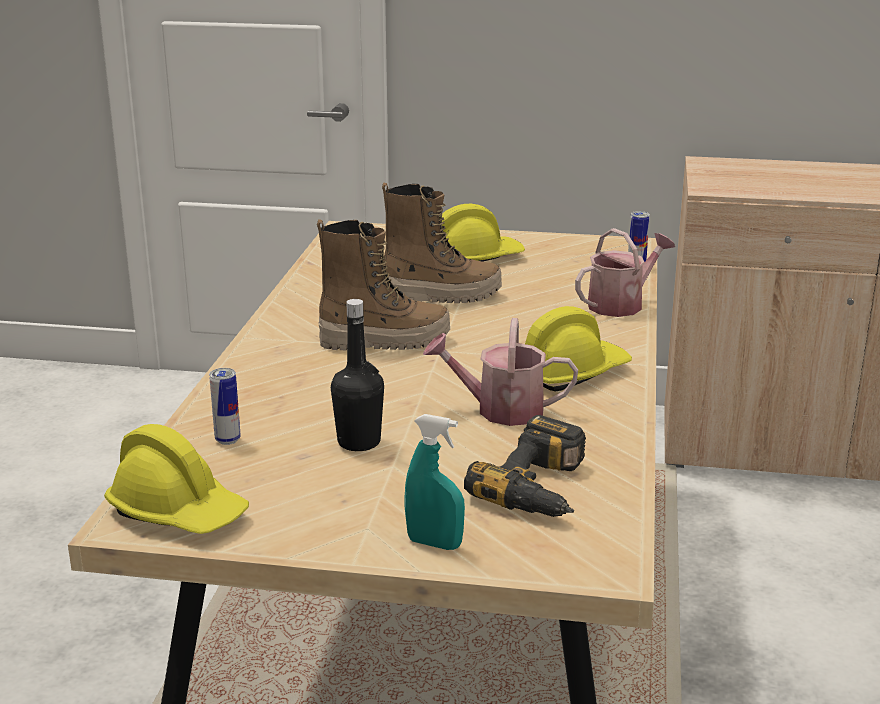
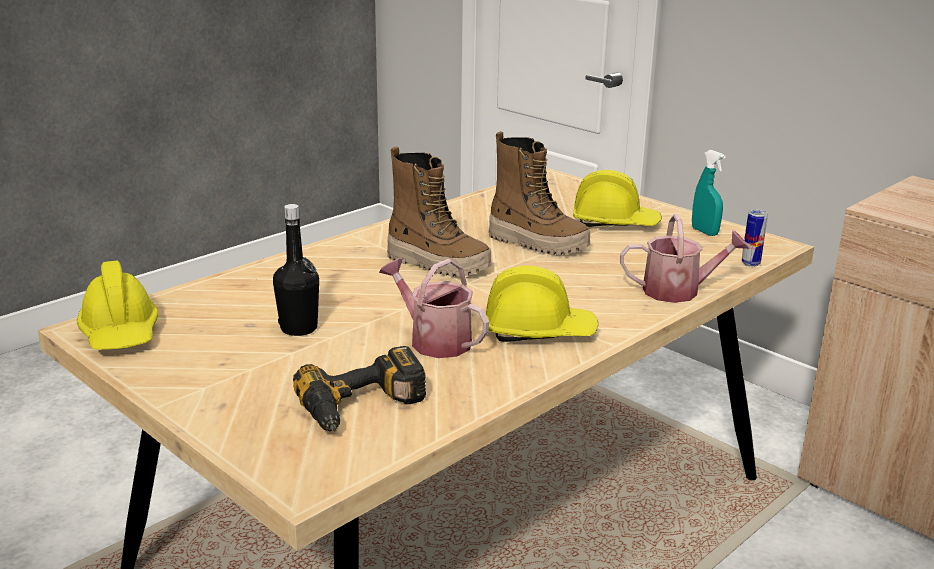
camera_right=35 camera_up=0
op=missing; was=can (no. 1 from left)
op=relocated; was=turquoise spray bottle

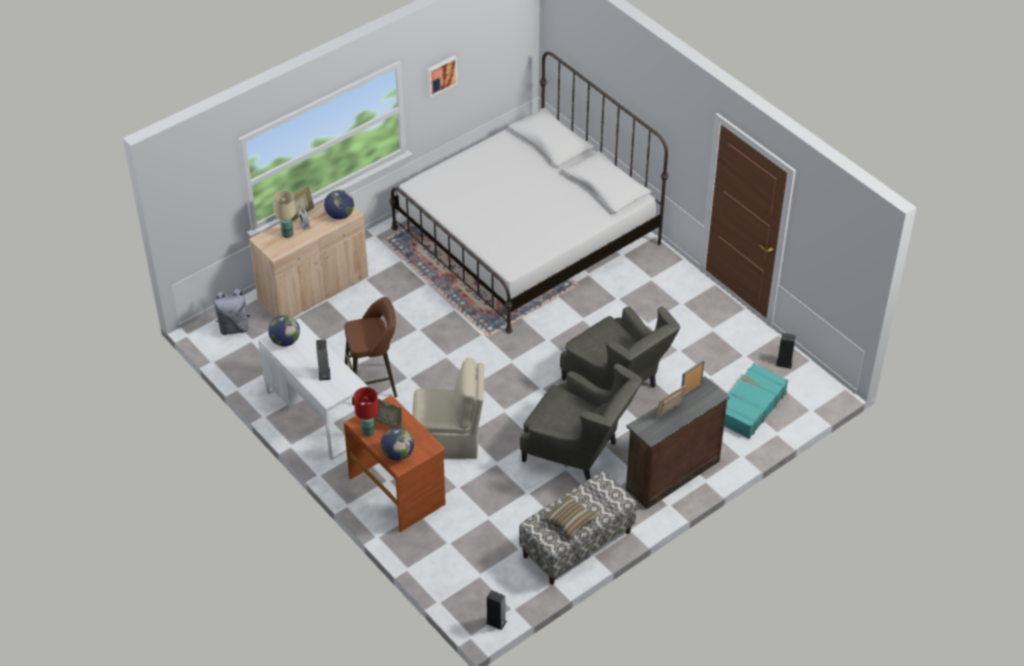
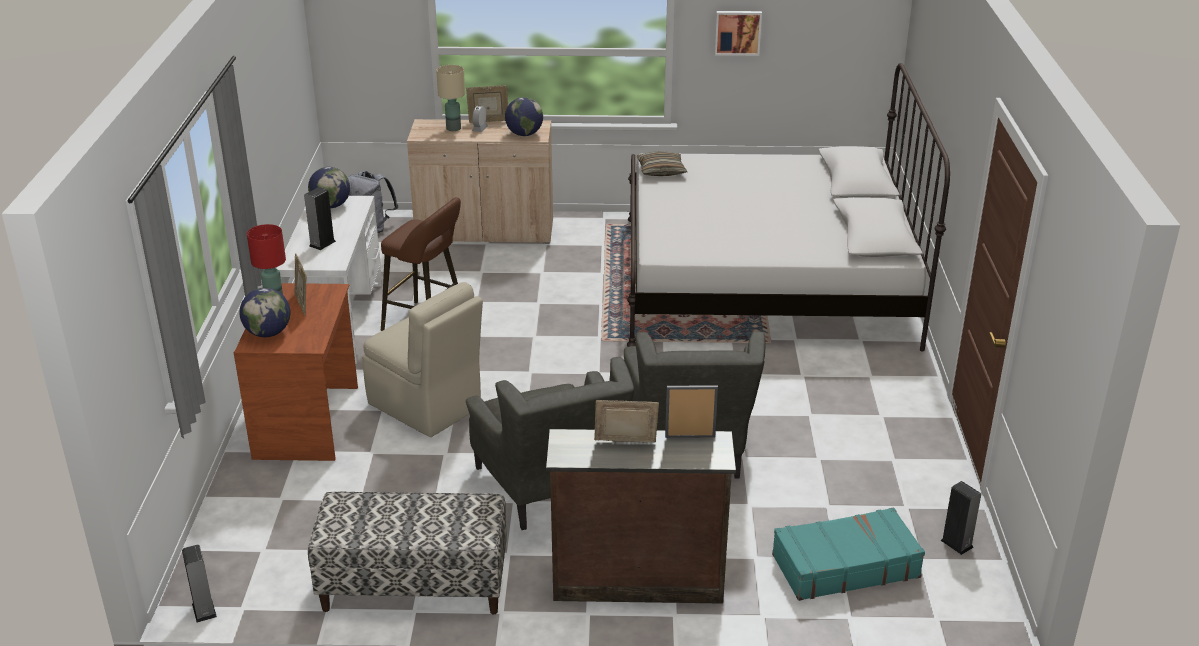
camera_right=40 camera_up=-15
op=relocated; was=pillow

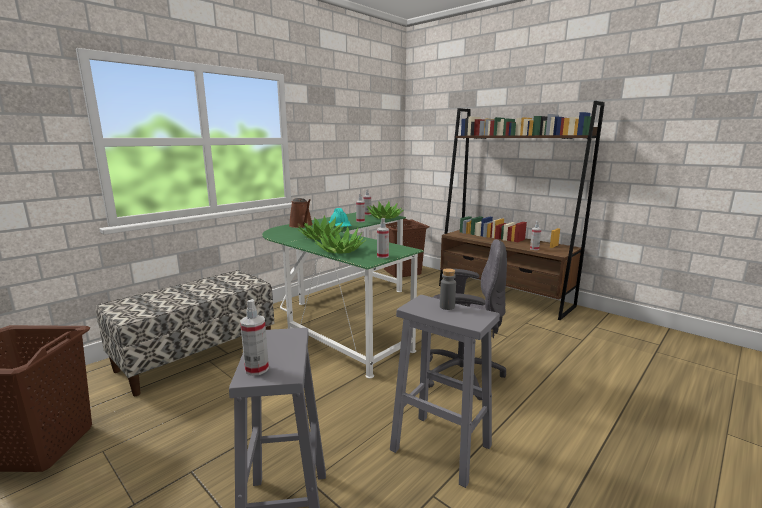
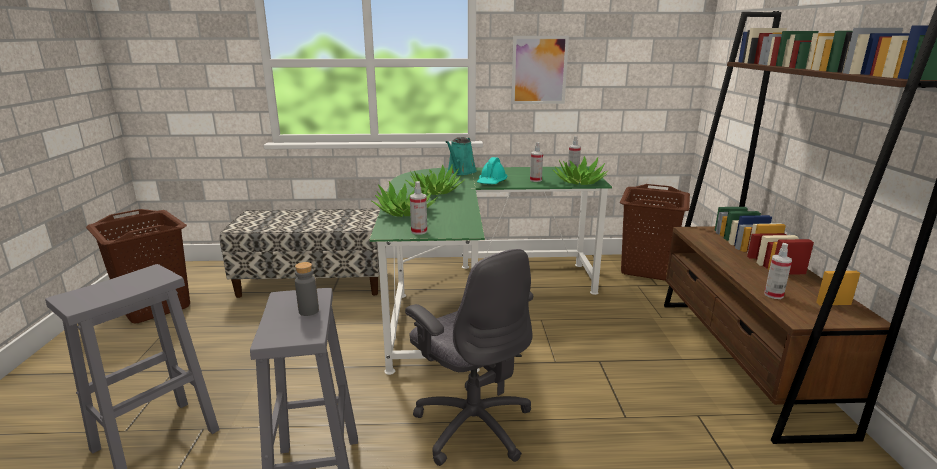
camera_right=45 camera_up=5
op=colour; was=brown watering can; now=turquoise watering can
op=missing; was=spray bottle (no. 1 from left)
op=appeared; now=picture

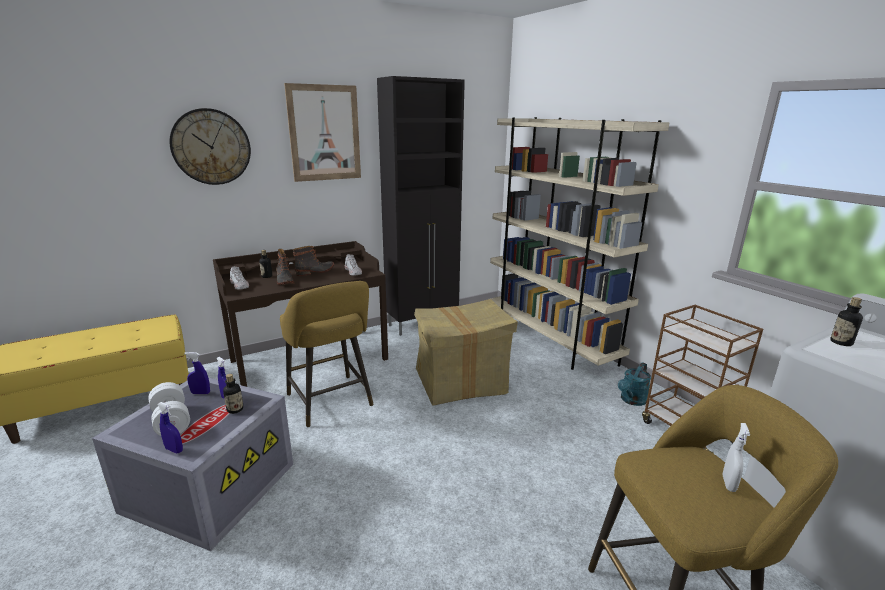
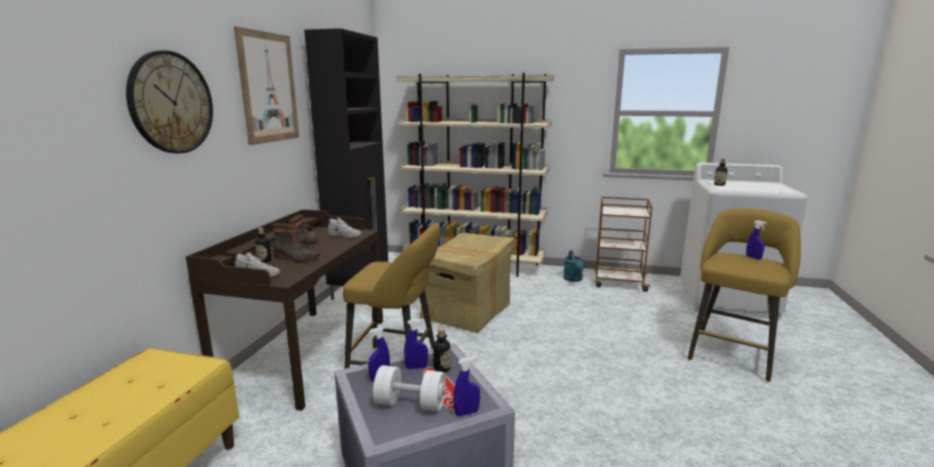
camera_right=-45 camera_up=-5
op=colour; was=white spray bottle; now=blue spray bottle (no. 4 from left)

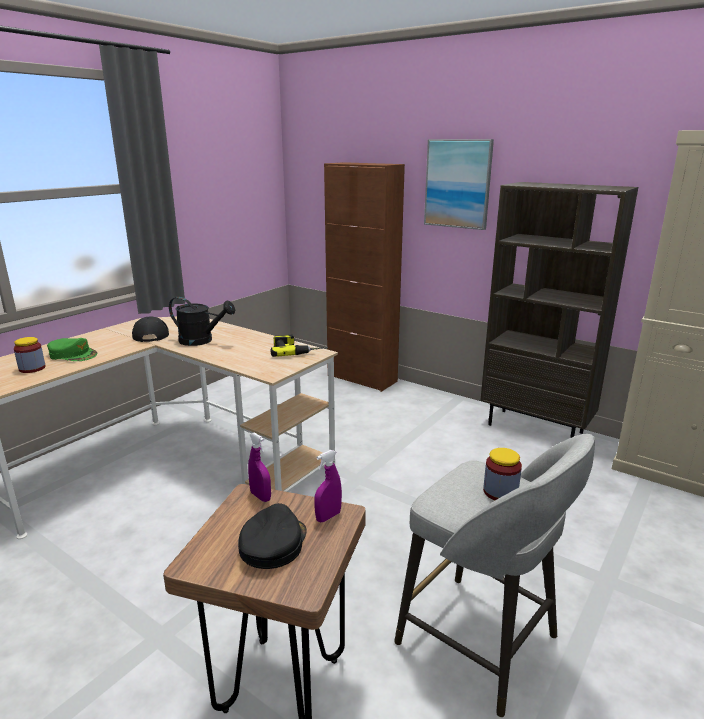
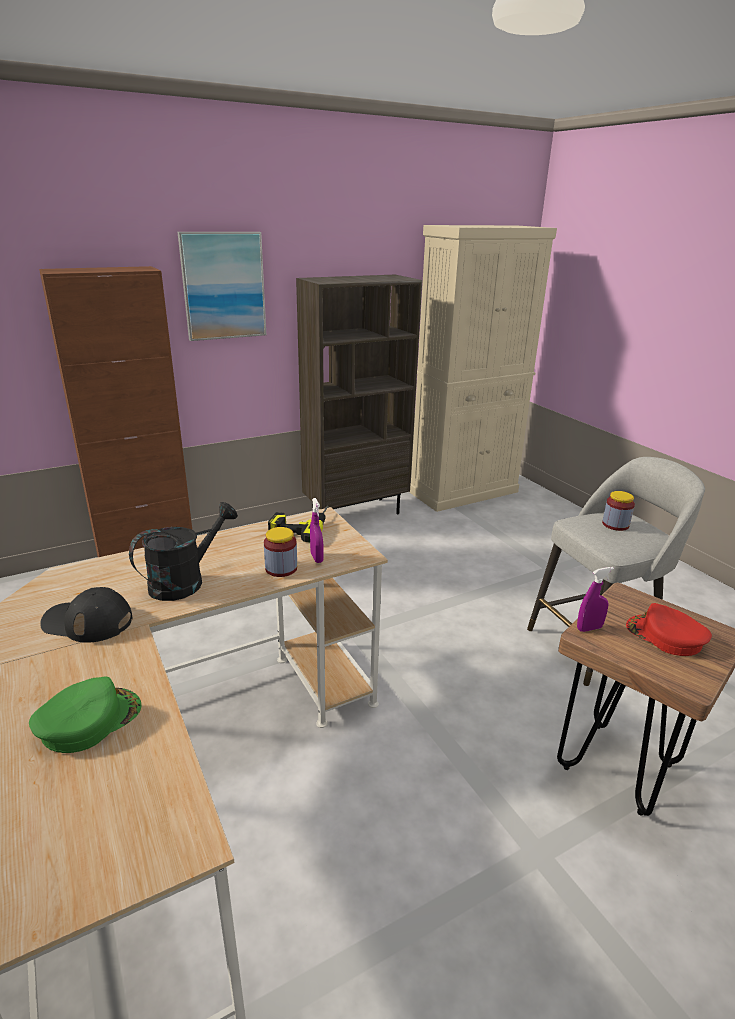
camera_right=-65 camera_up=5
op=relocated; was=jar (no. 1 from left)
op=relocated; was=purple spray bottle (no. 2 from left in the first image); now=purple spray bottle (no. 1 from left)
op=colour; was=black cap (no. 2 from left); now=red cap

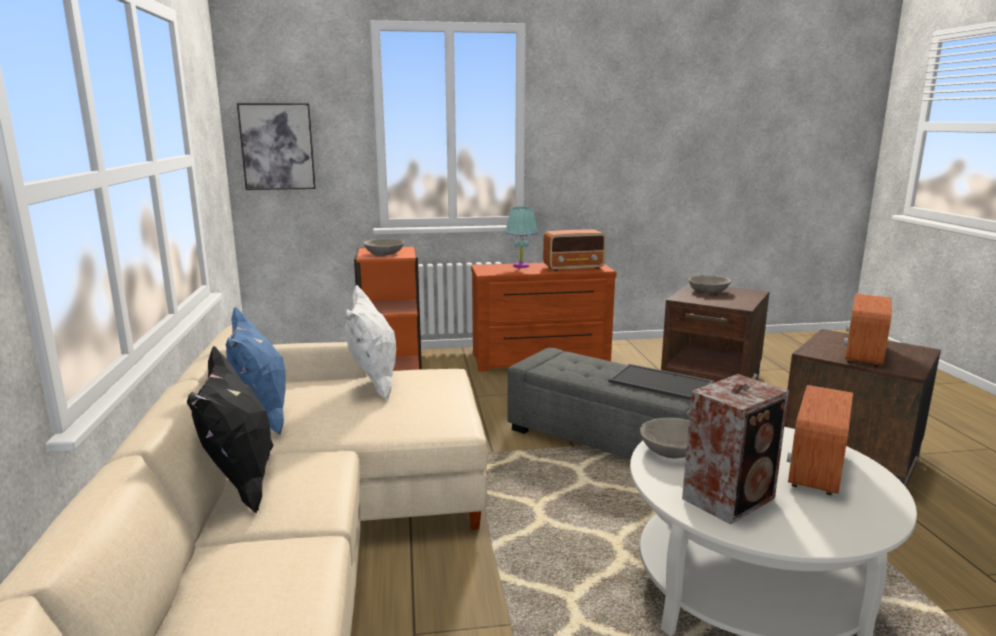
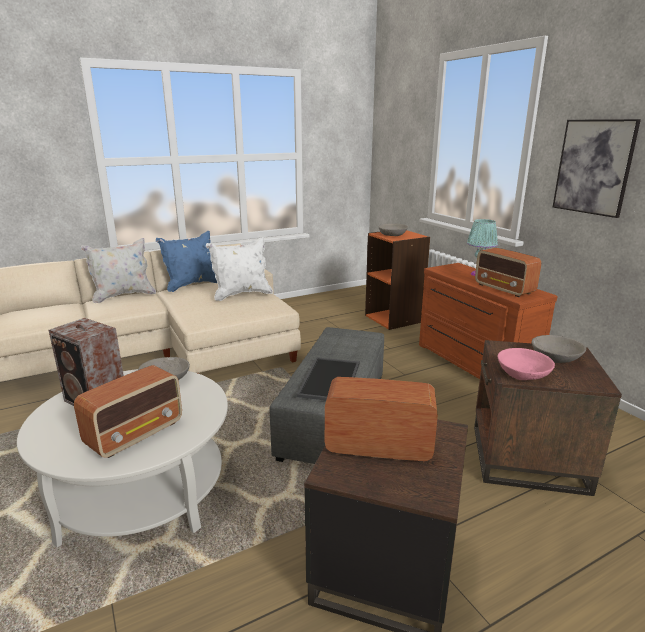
camera_right=70 camera_up=5
op=relocated; was=picture
op=colour; was=black pillow; now=white pillow (no. 1 from left)
op=spun; was=radio (no. 2 from left in the first image); clockwise=120
op=appeared; now=pink bowl

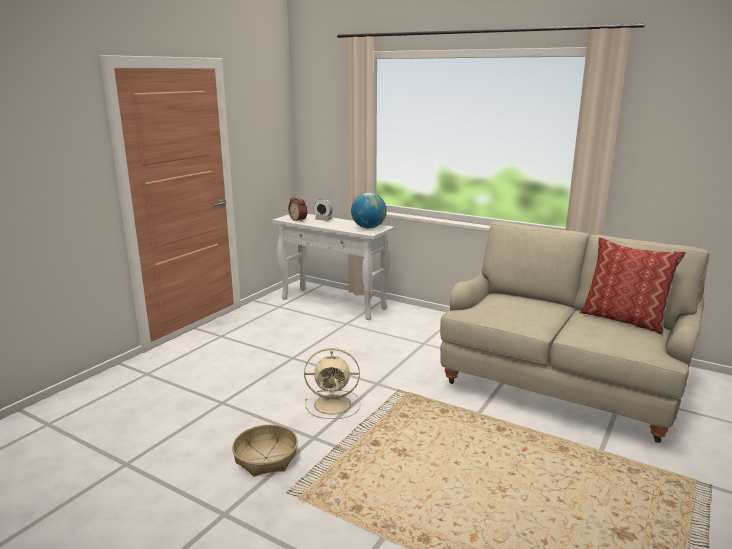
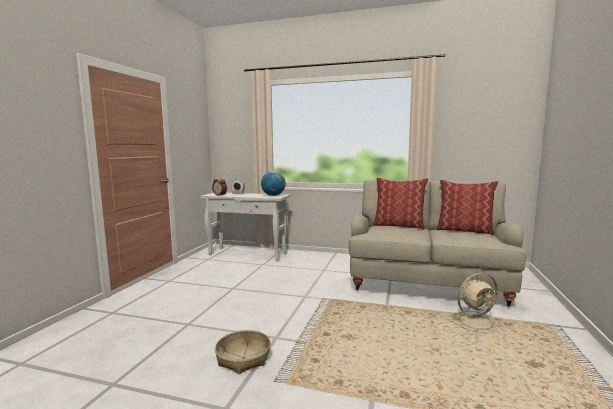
camera_right=-15 camera_up=-10
op=relocated; was=beige fan
op=appeared; now=pillow (no. 1 from left)

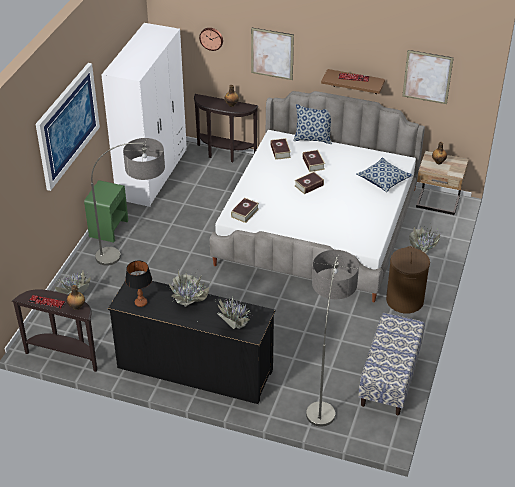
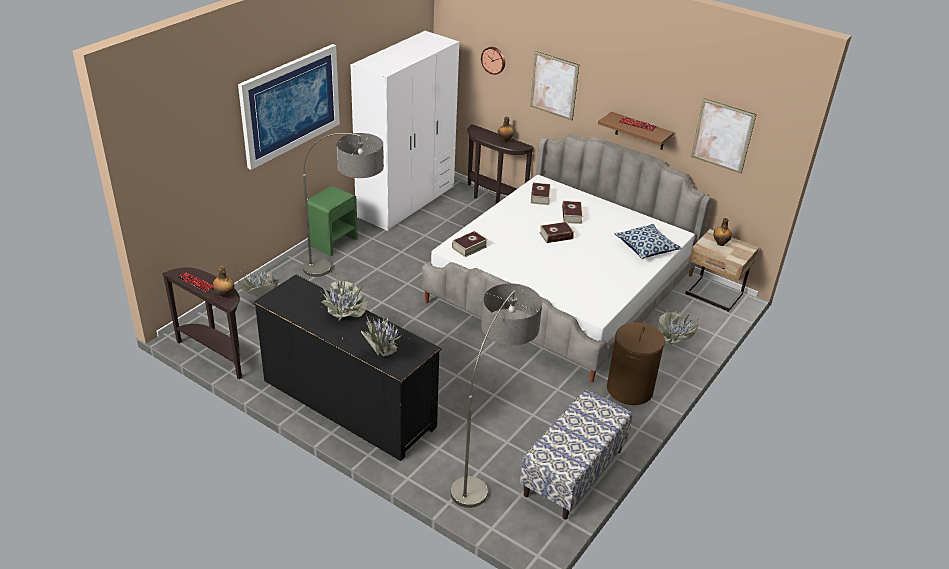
camera_right=15 camera_up=-5
op=missing; was=pillow (no. 1 from left)
op=missing; was=table lamp

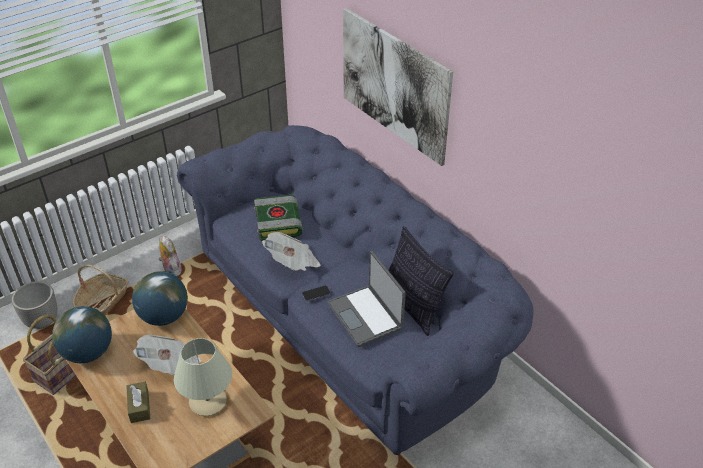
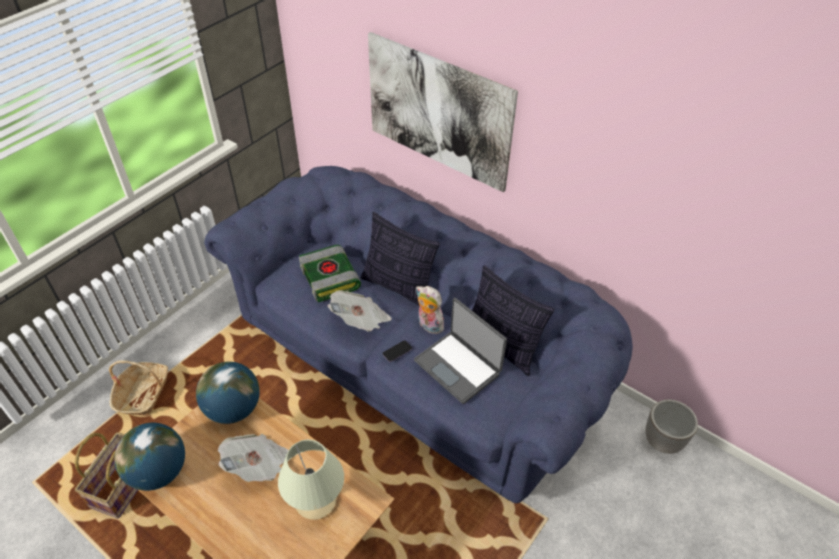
camera_right=-15 camera_up=5
op=relocated; was=plush toy
op=relocated; was=planter
op=missing; was=brown tissue box
op=appeared; now=pillow (no. 1 from left)

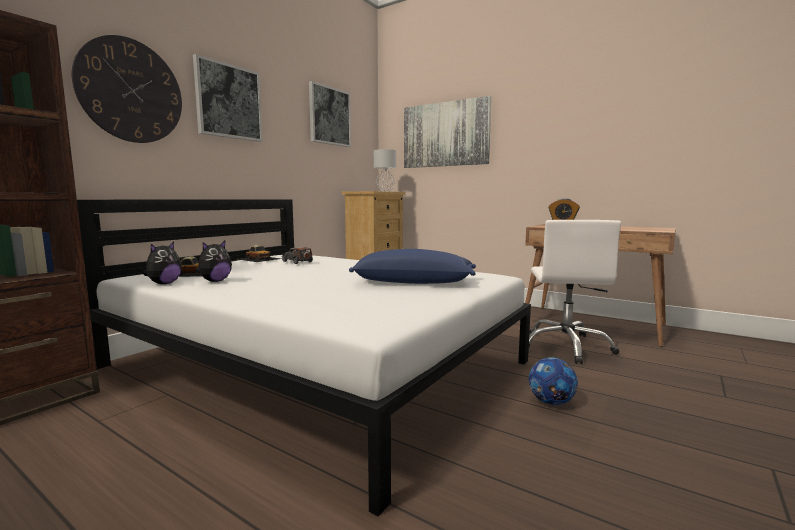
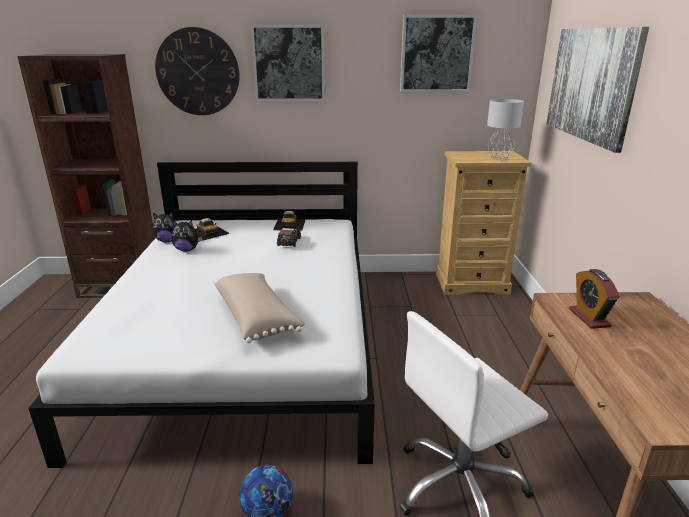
camera_right=55 camera_up=15
op=colour; was=blue pillow; now=beige pillow

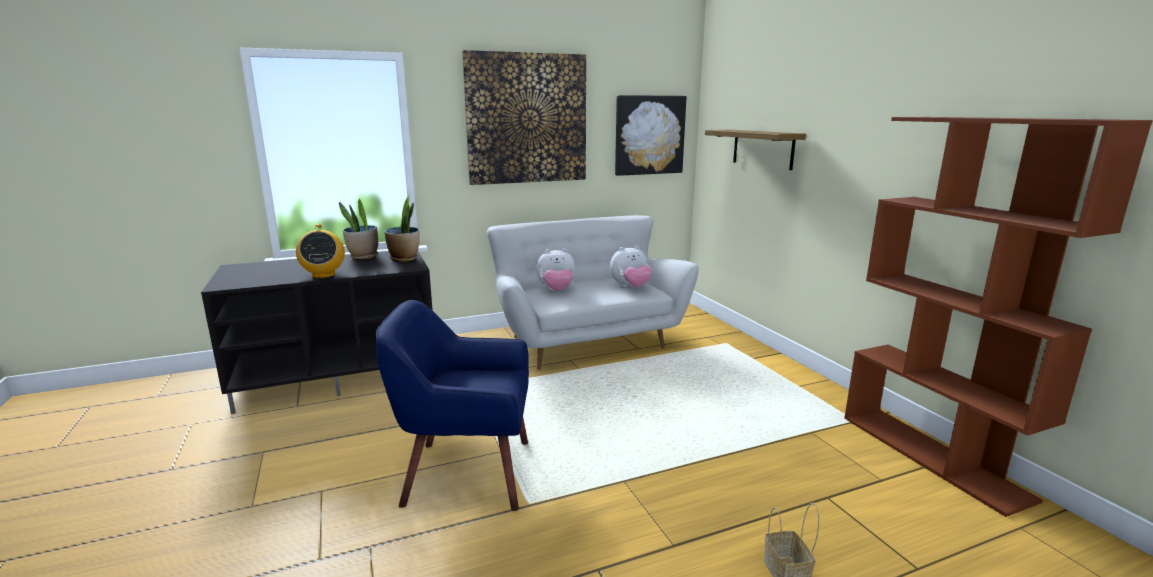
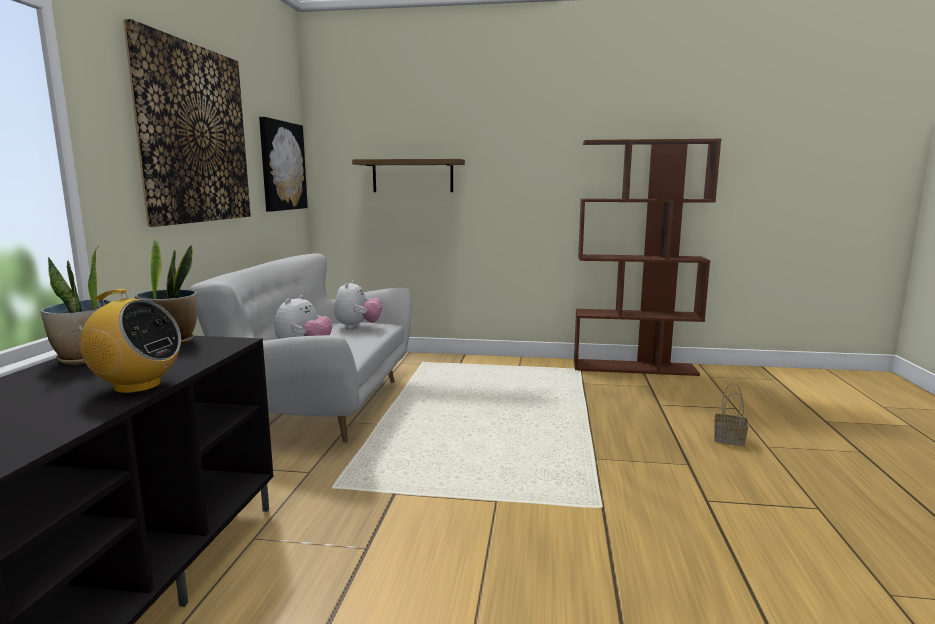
camera_right=-60 camera_up=-5
op=missing; was=blue armchair

